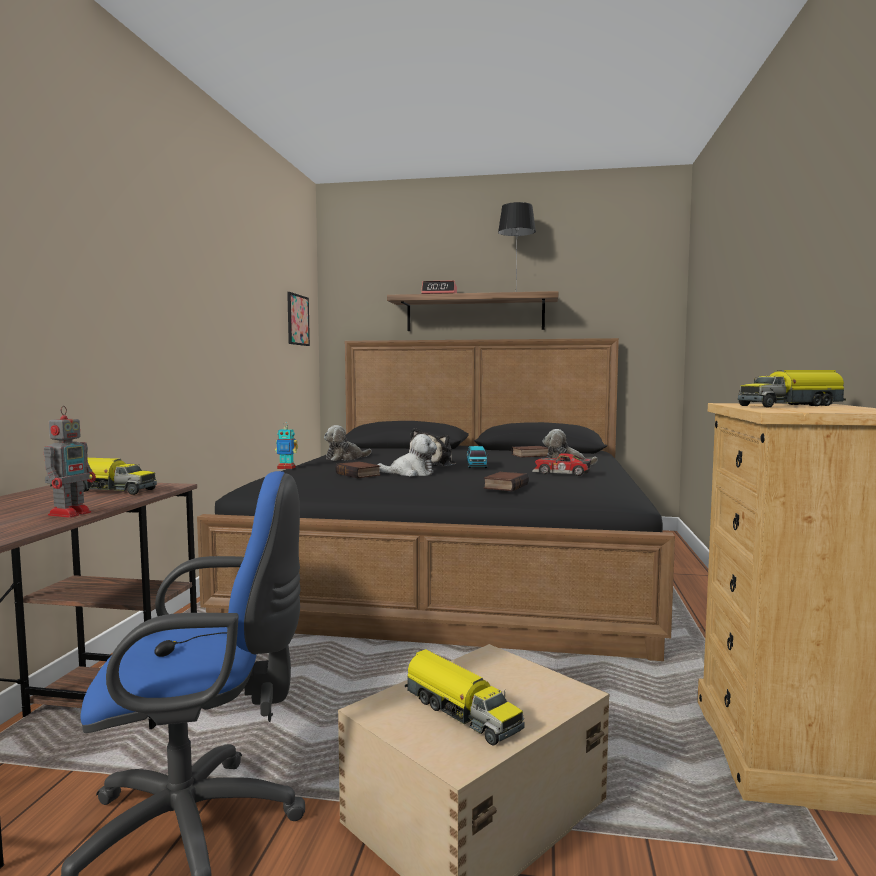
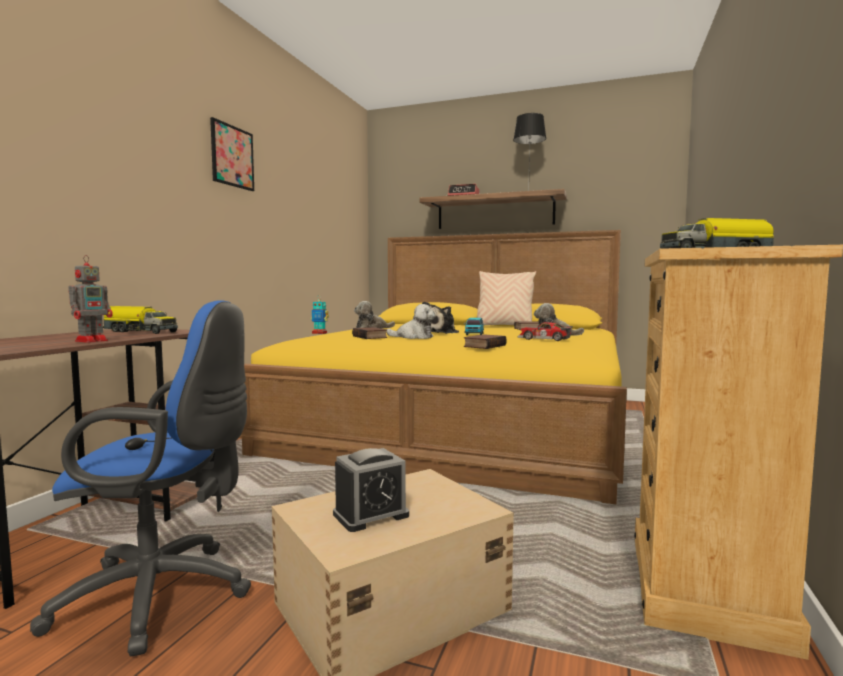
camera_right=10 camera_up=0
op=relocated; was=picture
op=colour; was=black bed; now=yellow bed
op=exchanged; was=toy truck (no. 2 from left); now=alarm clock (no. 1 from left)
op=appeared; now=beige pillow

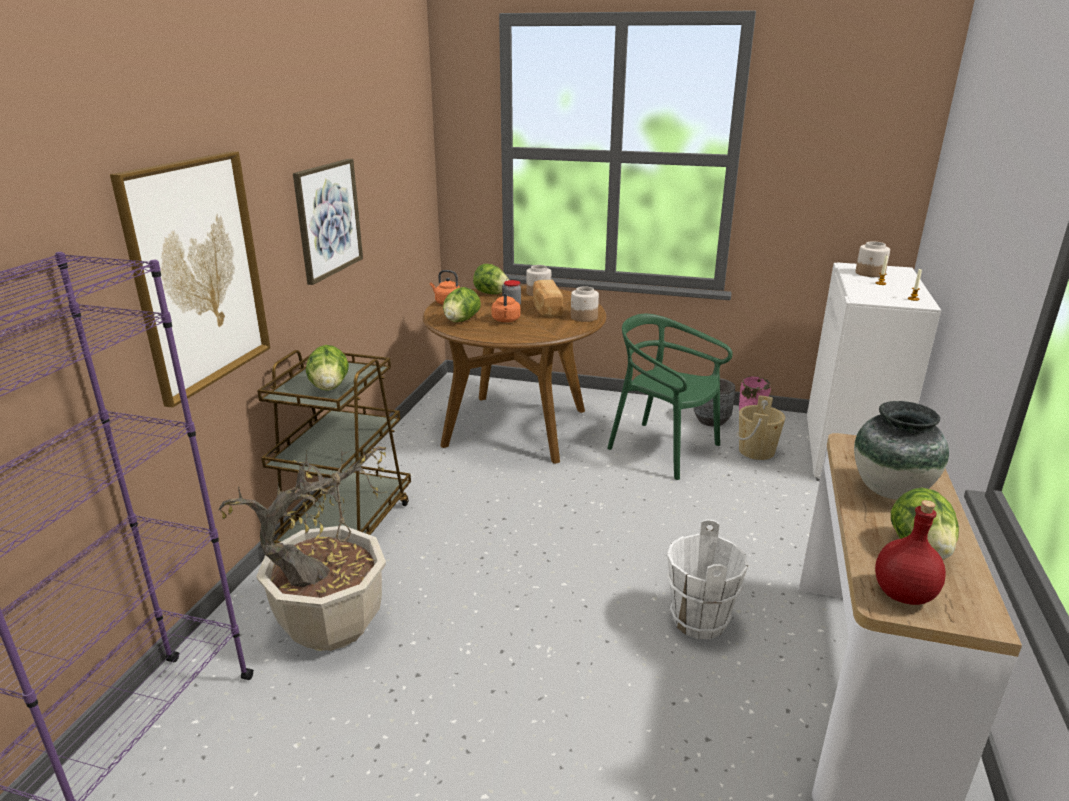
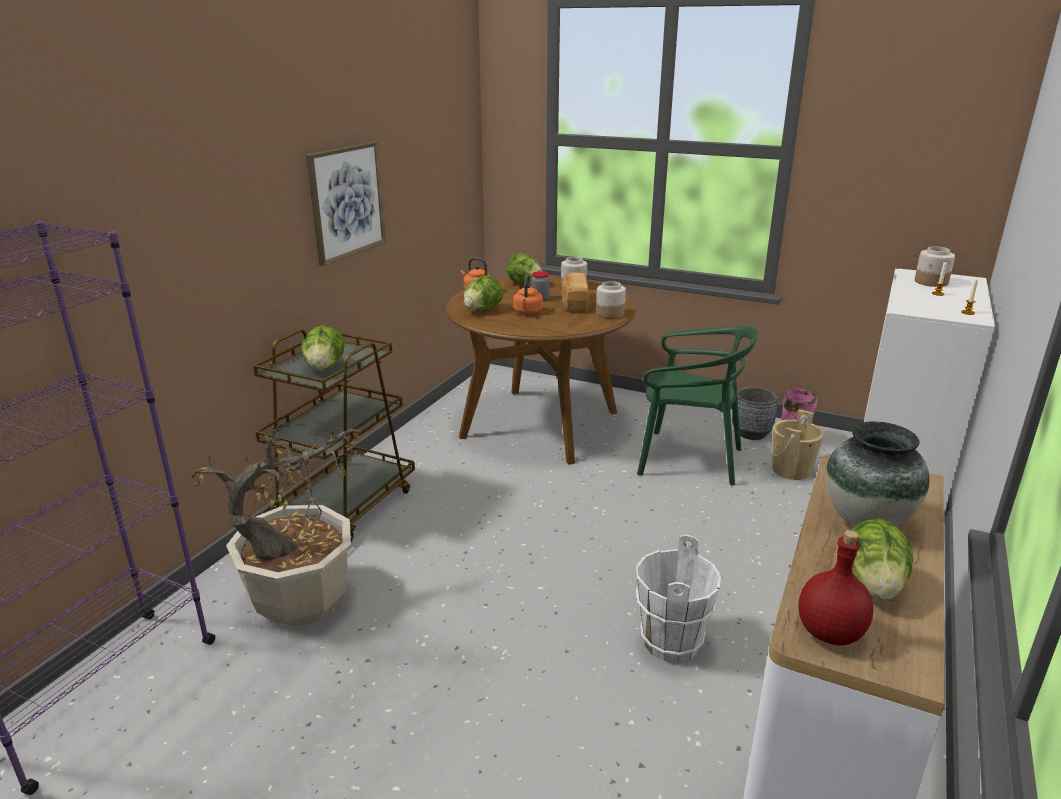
camera_right=10 camera_up=0
op=missing; was=picture (no. 1 from left)
op=spun; was=green chair; clockwise=150

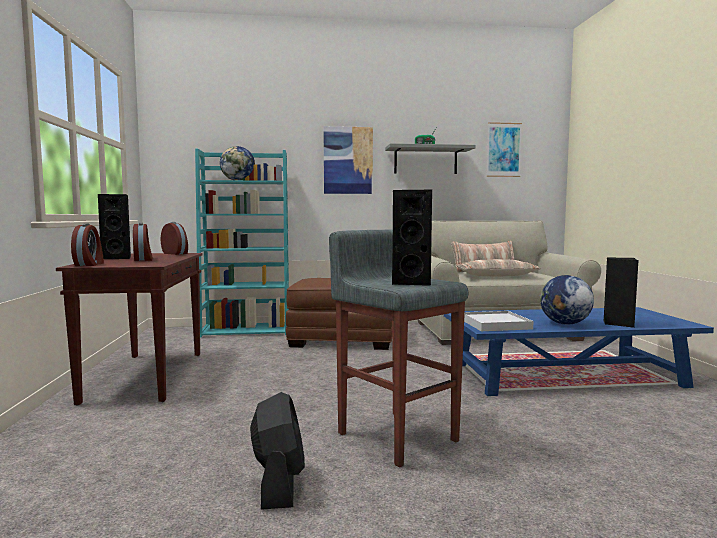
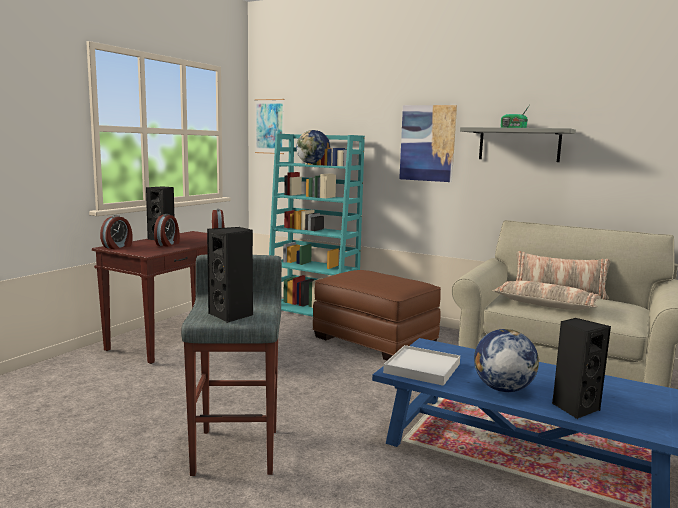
camera_right=35 camera_up=5
op=relocated; was=picture (no. 2 from left in the first image); now=picture (no. 1 from left)
op=missing; was=black fan

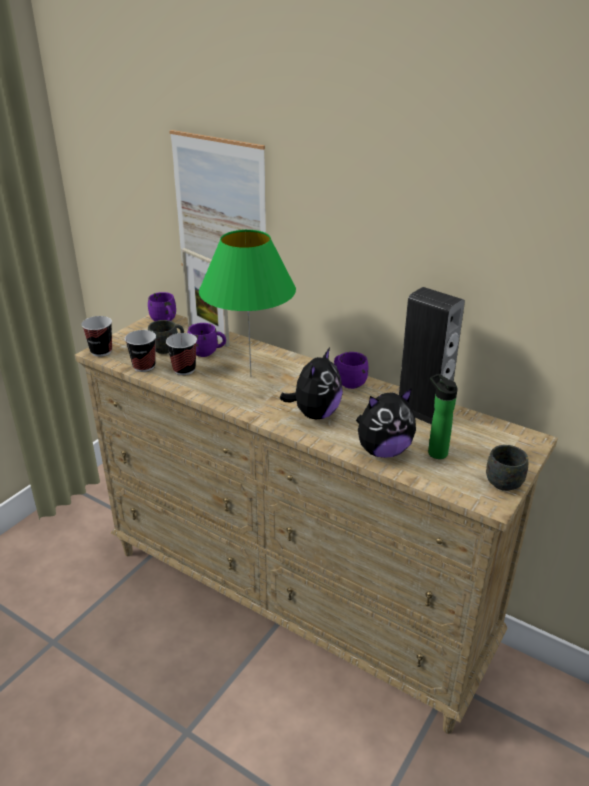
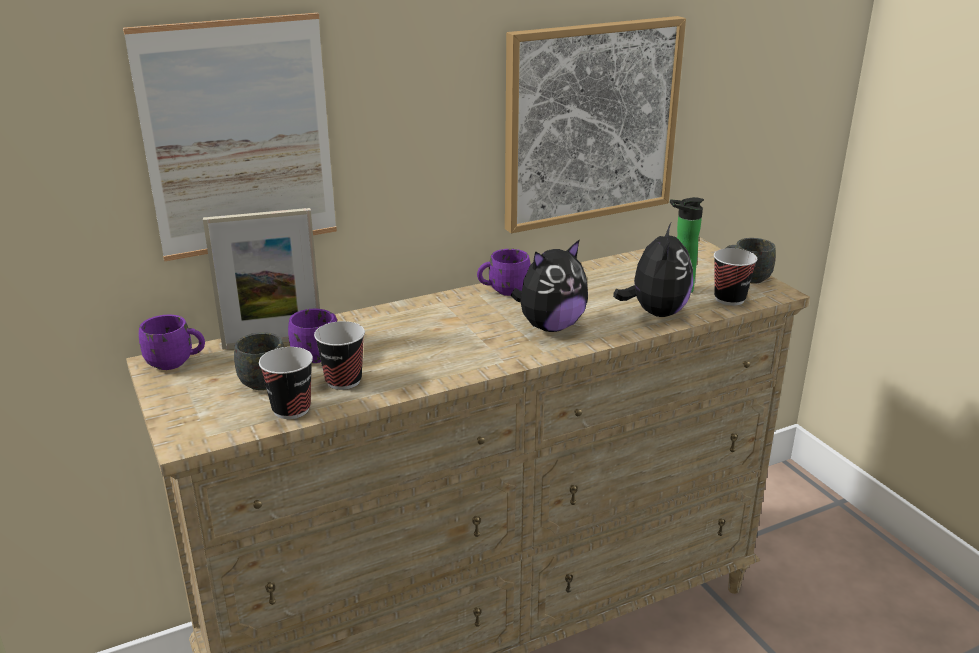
camera_right=-60 camera_up=-5
op=missing; was=green table lamp
op=missing; was=speaker
op=relocated; was=cup (no. 1 from left in the first image); now=cup (no. 3 from left)
op=spun; was=plush toy (no. 1 from left); clockwise=90
op=appeared; now=picture (no. 2 from left)

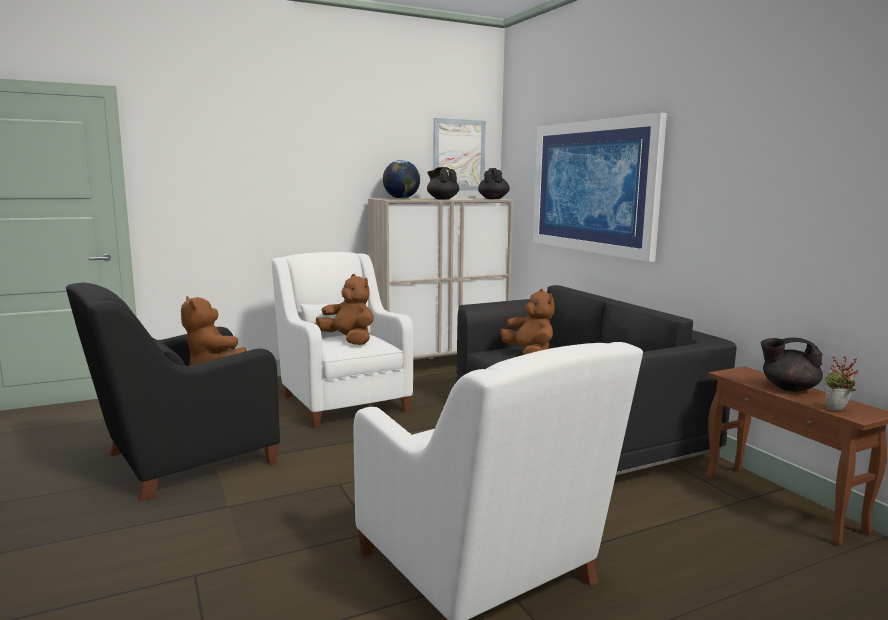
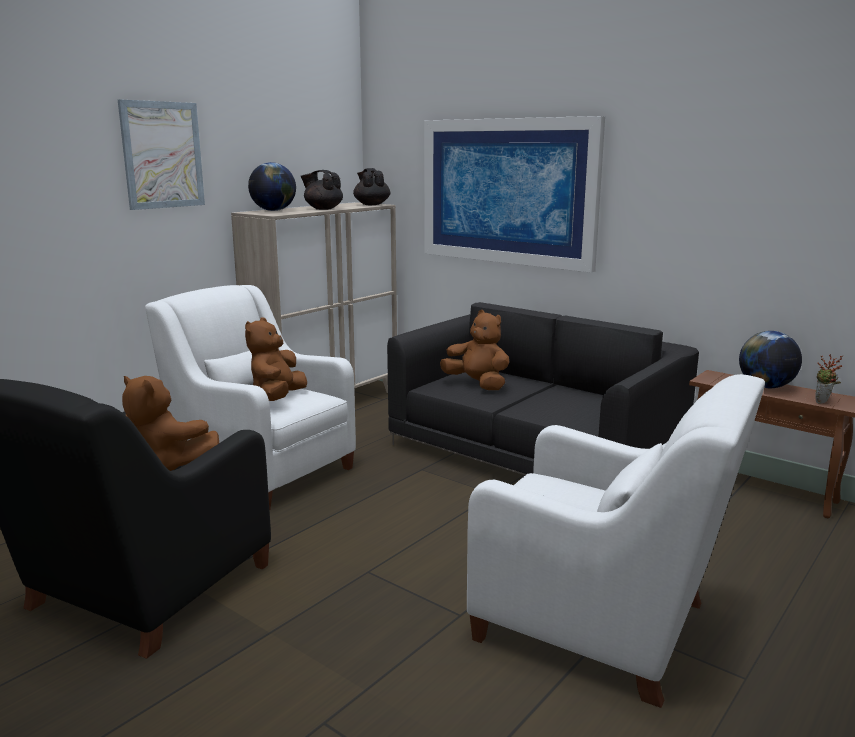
camera_right=-25 camera_up=5
op=relocated; was=picture (no. 1 from left)
op=spun; was=brown plush toy (no. 2 from left); clockwise=-90
op=exchanged; was=black teapot (no. 3 from left); now=globe (no. 2 from left)

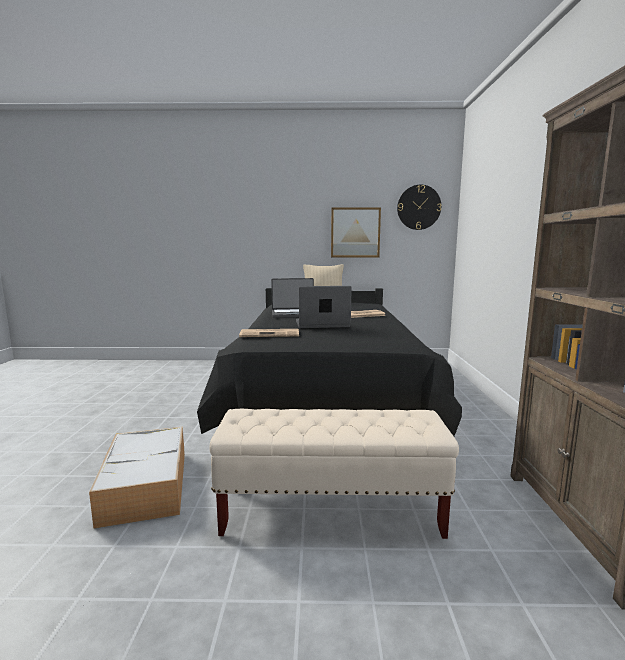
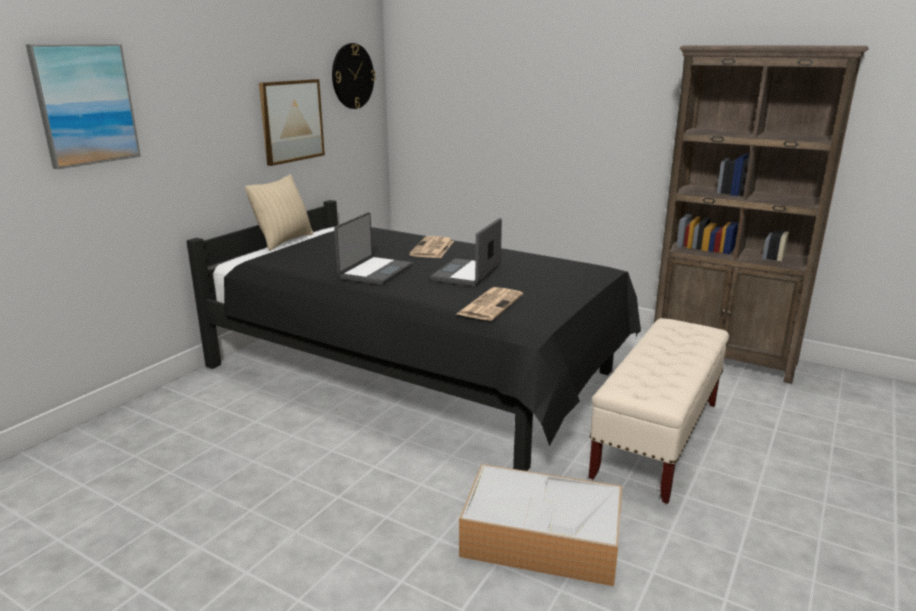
camera_right=-60 camera_up=10
op=appeared; now=picture (no. 1 from left)

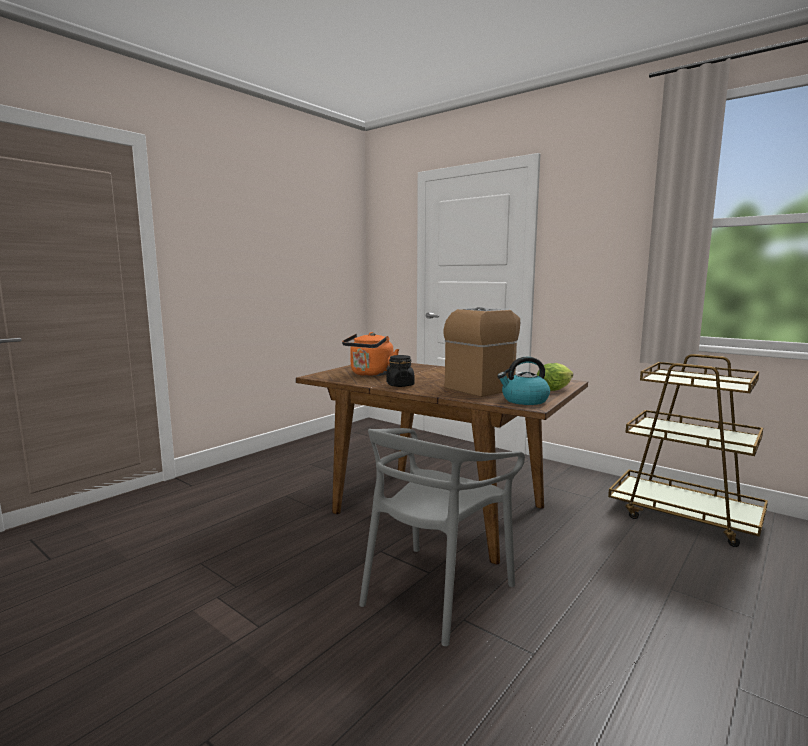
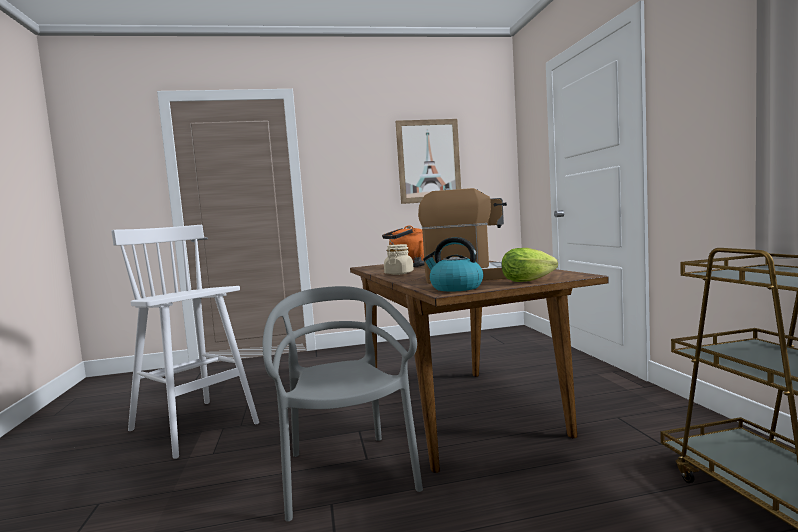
camera_right=40 camera_up=-5
op=colour; was=black jar; now=beige jar
op=spun; was=grey chair; clockwise=90
op=appeared; now=picture
op=appeared; now=white stool

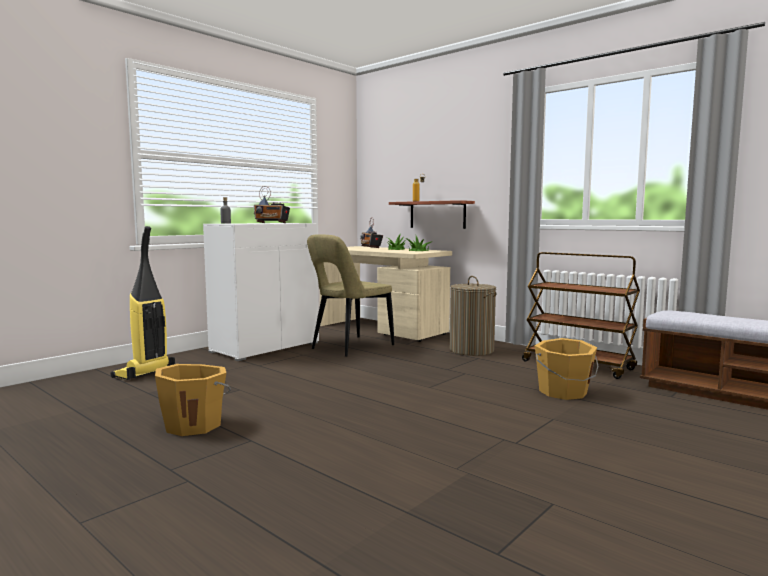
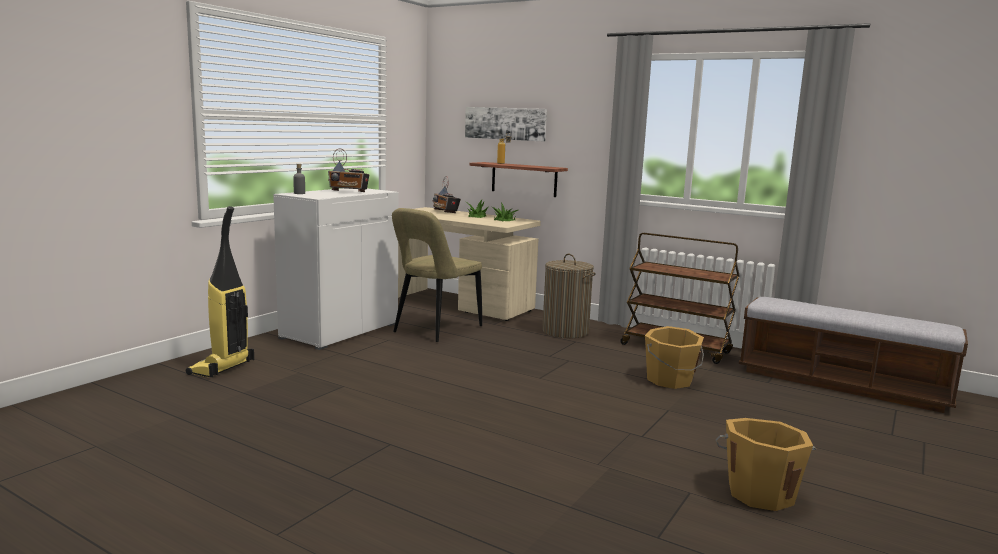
camera_right=-10 camera_up=5
op=relocated; was=orange bucket (no. 1 from left in the first image); now=orange bucket (no. 2 from left)
op=appeared; now=picture

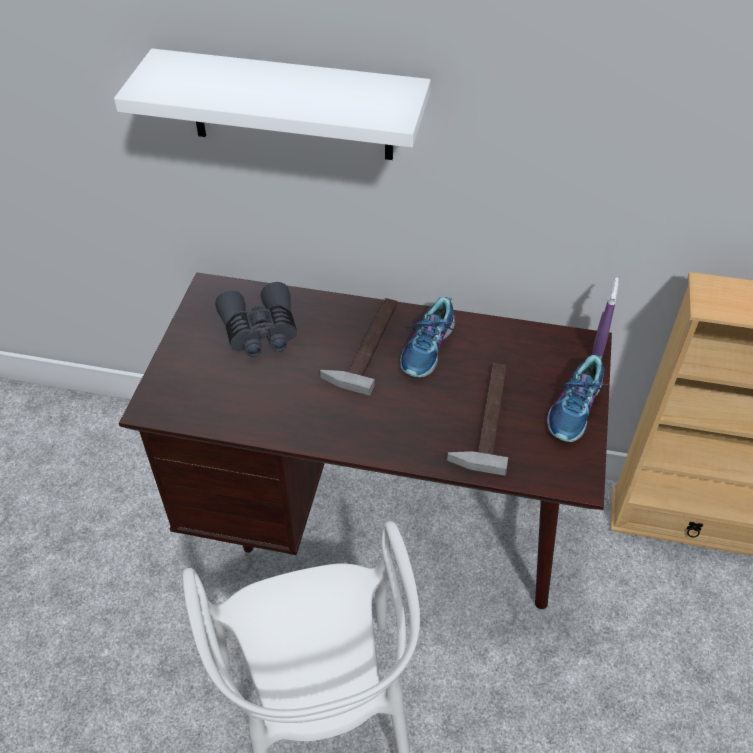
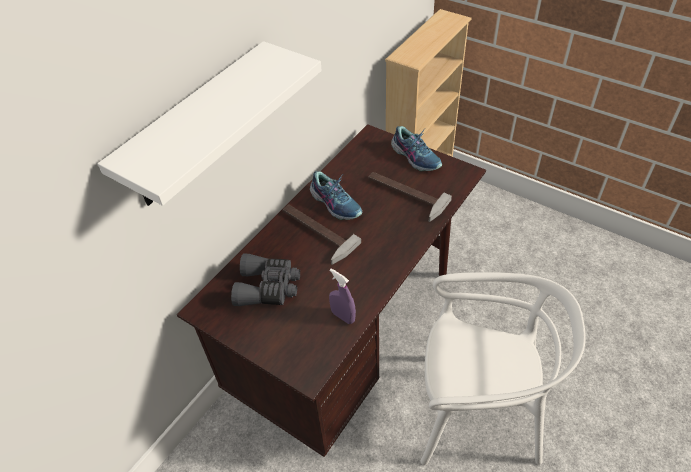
camera_right=-65 camera_up=0
op=relocated; was=purple spray bottle

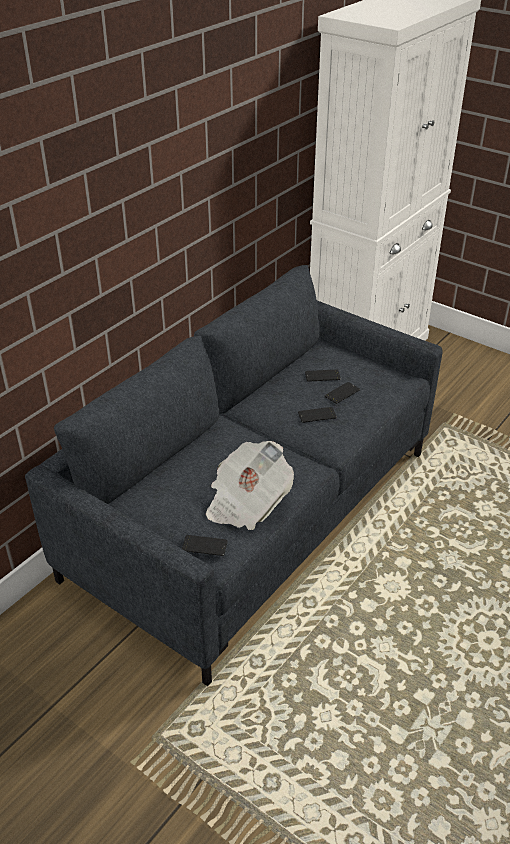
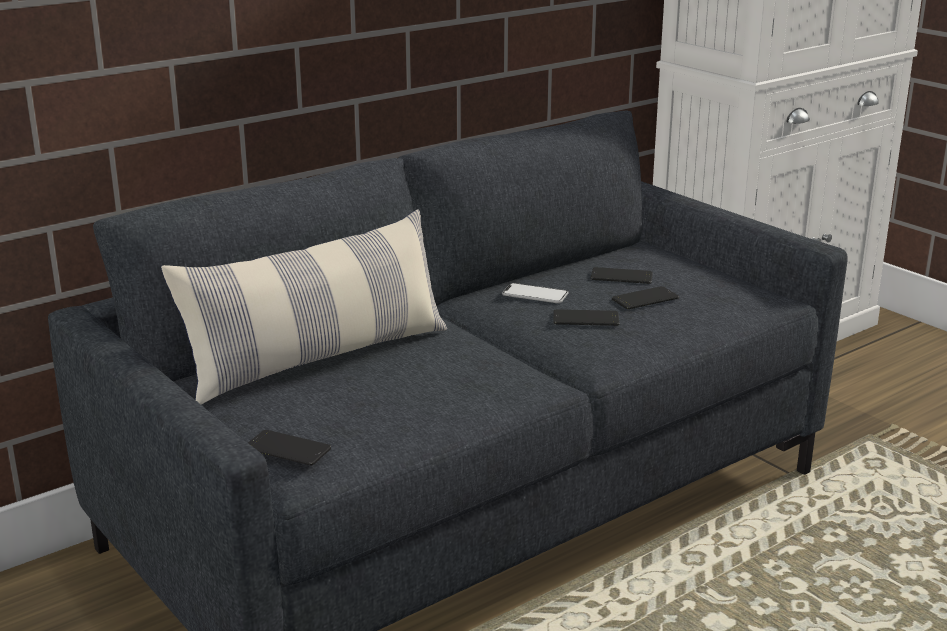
camera_right=15 camera_up=-15
op=missing; was=newspaper
op=appeared; now=pillow
op=appeared; now=phone (no. 2 from left)

